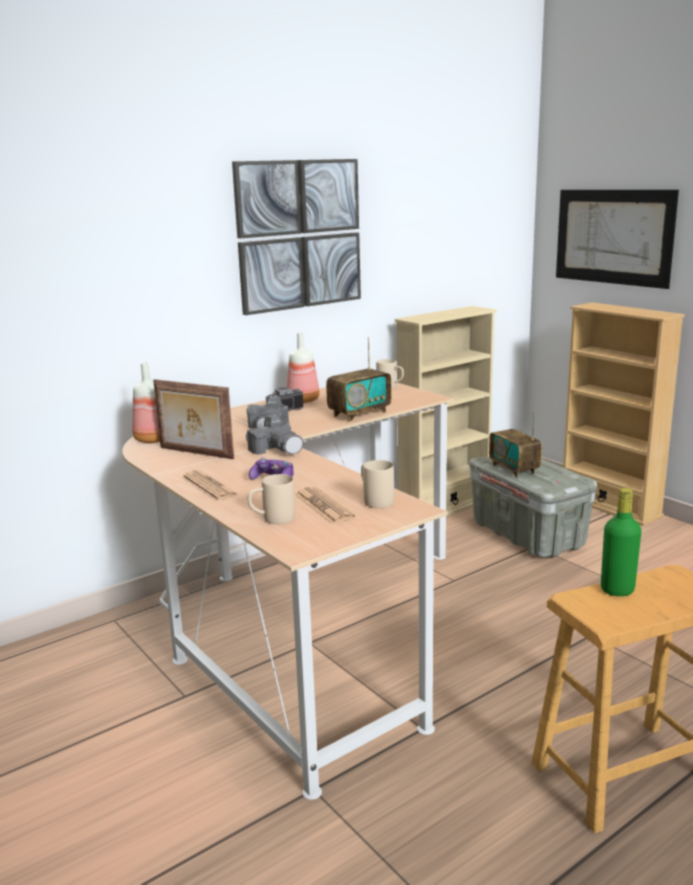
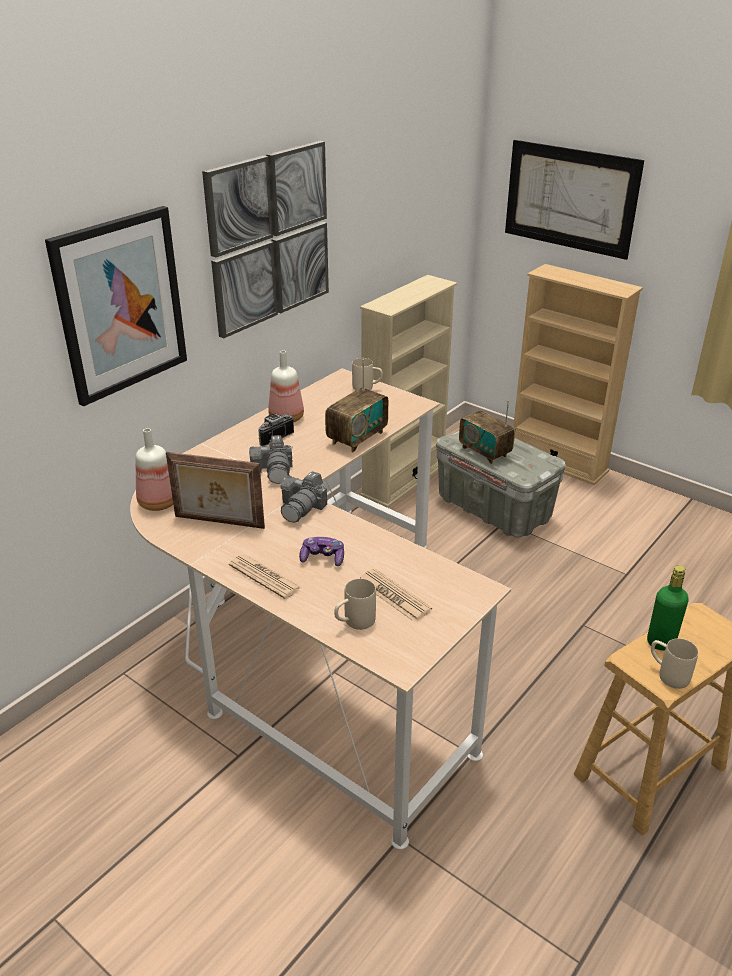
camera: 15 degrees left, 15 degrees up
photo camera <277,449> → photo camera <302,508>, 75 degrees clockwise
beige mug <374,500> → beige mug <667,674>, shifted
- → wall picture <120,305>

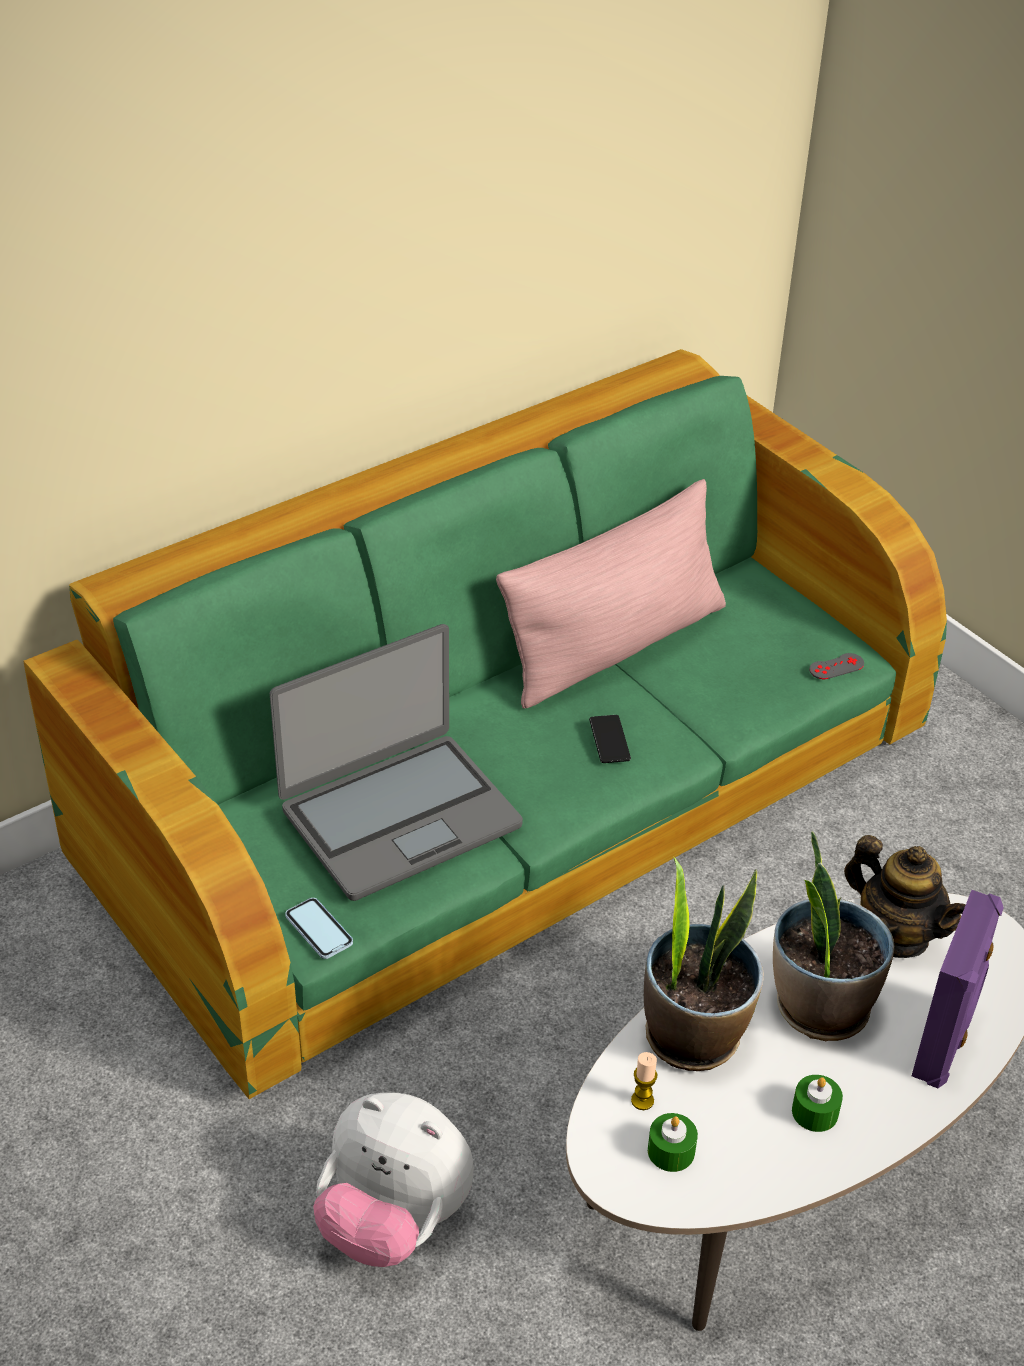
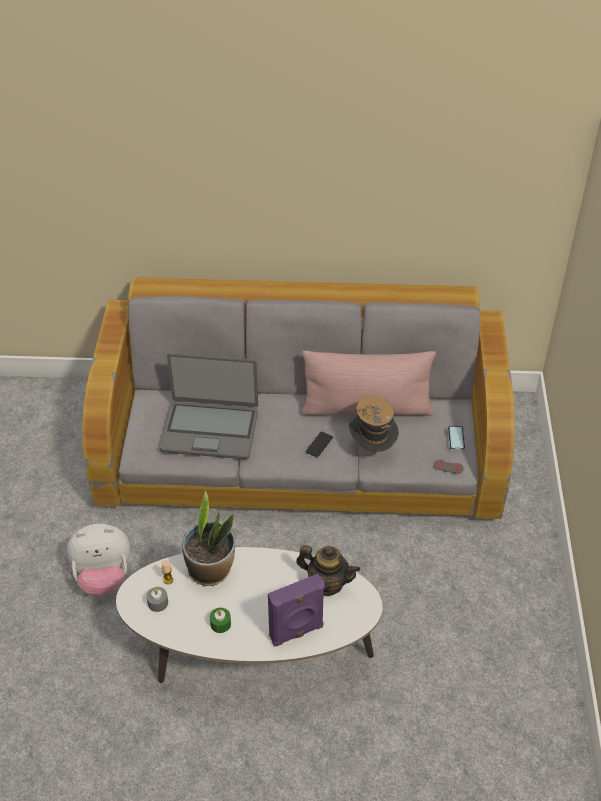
camera: 40 degrees right, 5 degrees up
greenish couch <510,798> → grey couch <301,451>
plant in a pot <819,1007> → -
tea pot <896,935> → tea pot <327,583>, 60 degrees counterclockwise
handset <319,930> → handset <456,438>, shifted
soft toy <393,1221> → soft toy <103,577>, 75 degrees counterclockwise
greenish wax candle <671,1151> → grey wax candle <158,603>
- → clothing hat <372,449>

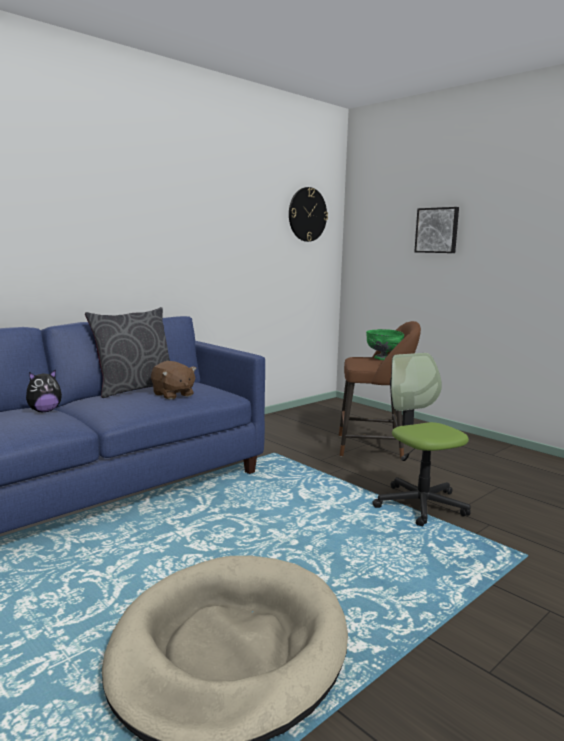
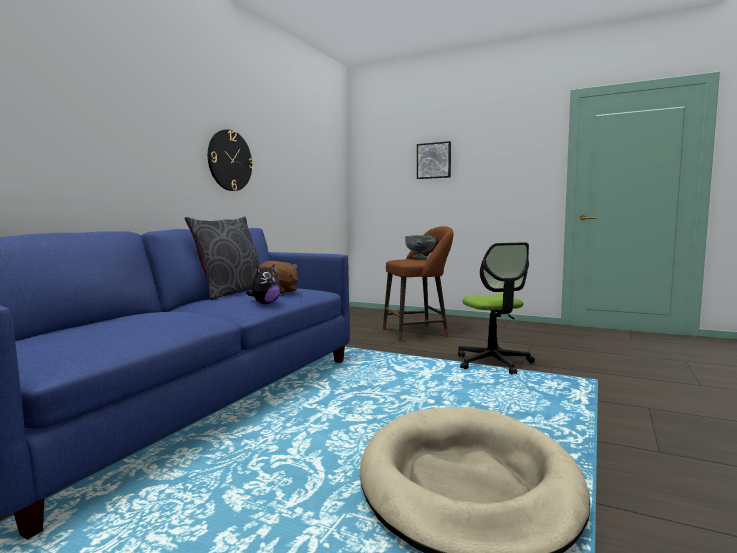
camera: 20 degrees left, 5 degrees down
clock on the wall <307,214> → clock on the wall <230,160>, shifted
greenish deep dish <383,359> → grey deep dish <420,258>
office chair <420,505> → office chair <493,363>, 150 degrees counterclockwise
soft toy <44,411> → soft toy <265,303>, shifted

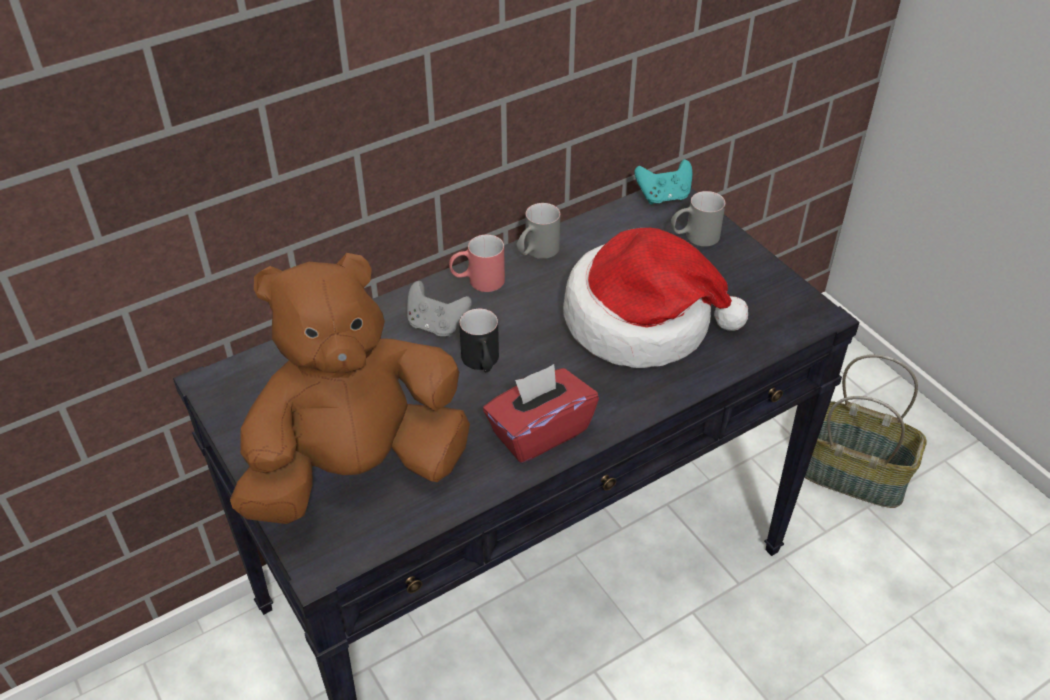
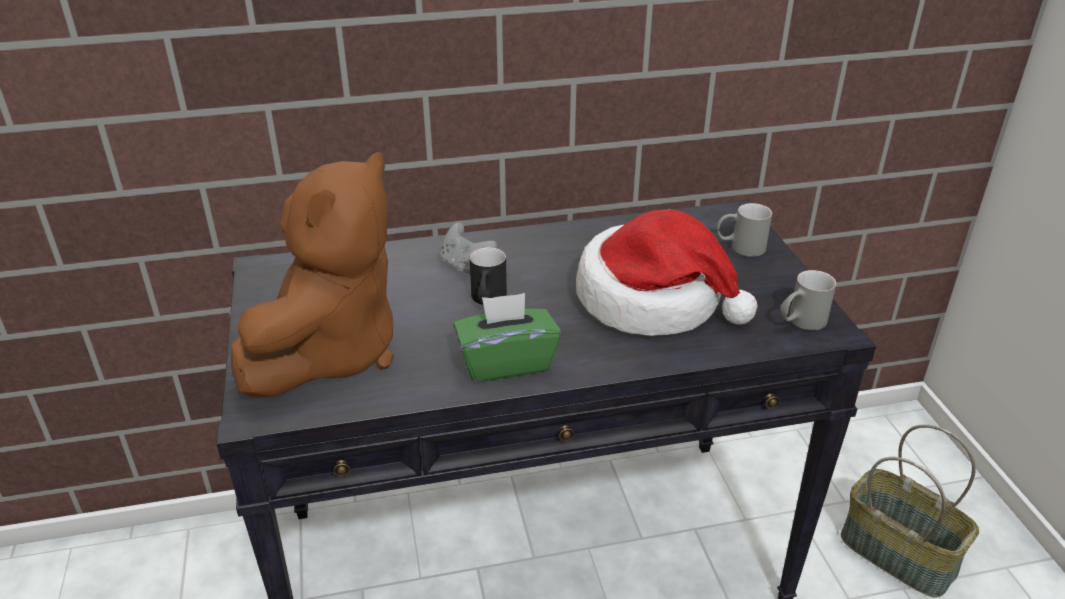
camera: 20 degrees right, 10 degrees down
turquoise joypad <663,197> → -
grey mug <536,252> → grey mug <800,322>, shifted
reddish mug <477,281> → -
brownish soft toy <356,469> → brownish soft toy <330,353>, 120 degrees clockwise
reddish box of tissues <539,432> → greenish box of tissues <506,362>

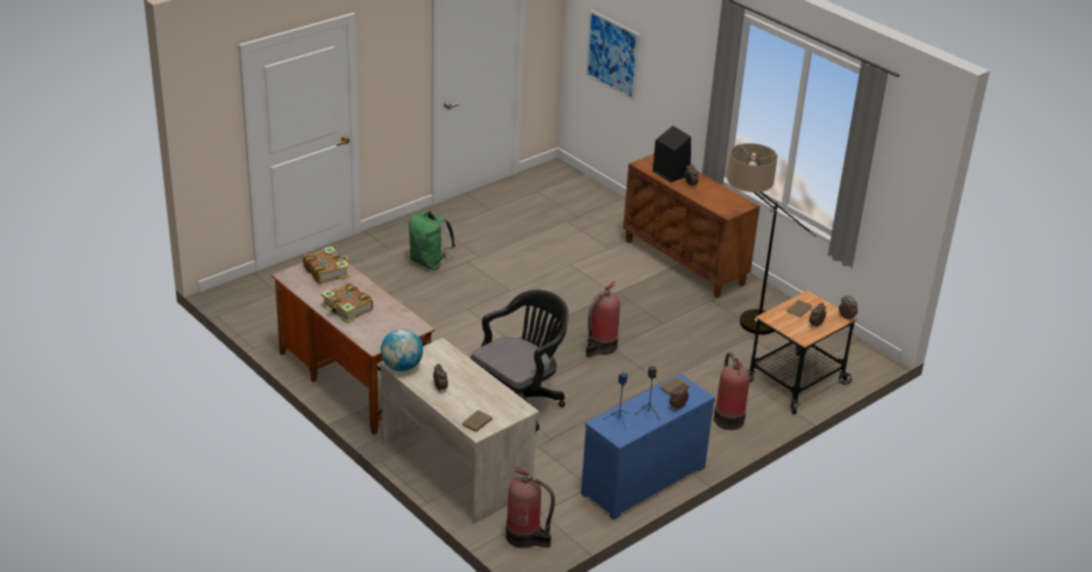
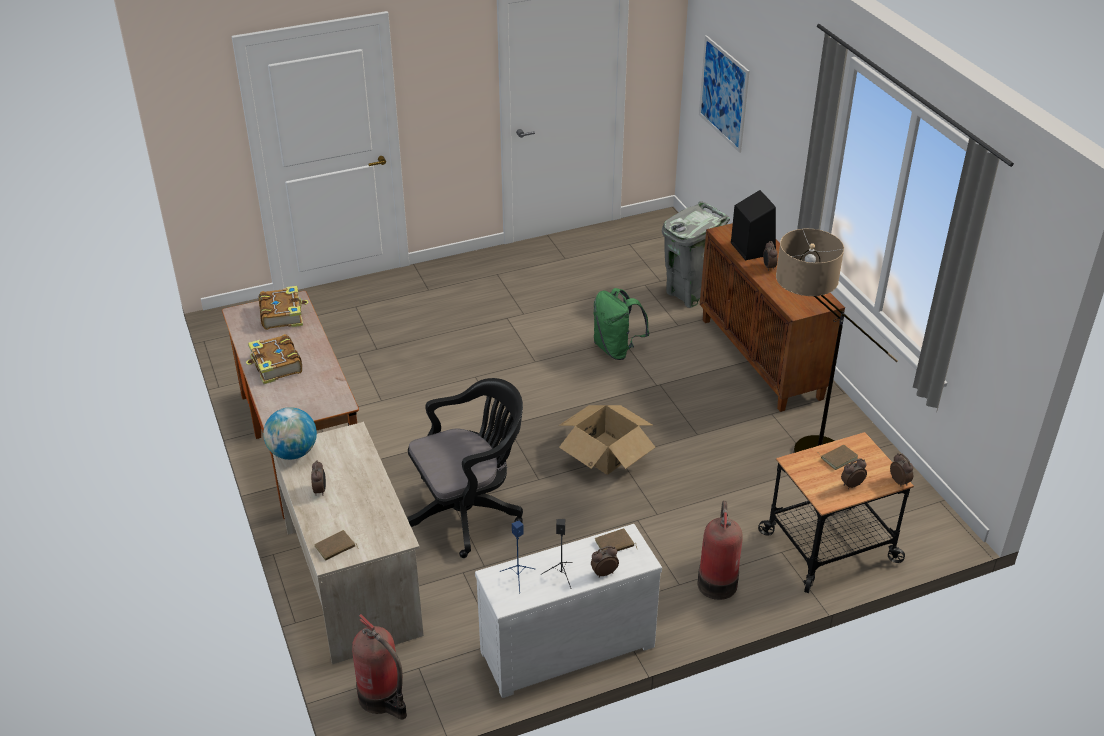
camera: 20 degrees right, 5 degrees up
greenish backpack <429,262> → greenish backpack <616,349>, shifted
fire extinguisher <601,347> → carton <605,453>
bluish chest of drawers <641,479> → whitish chest of drawers <565,645>
- → grey trash can <689,293>

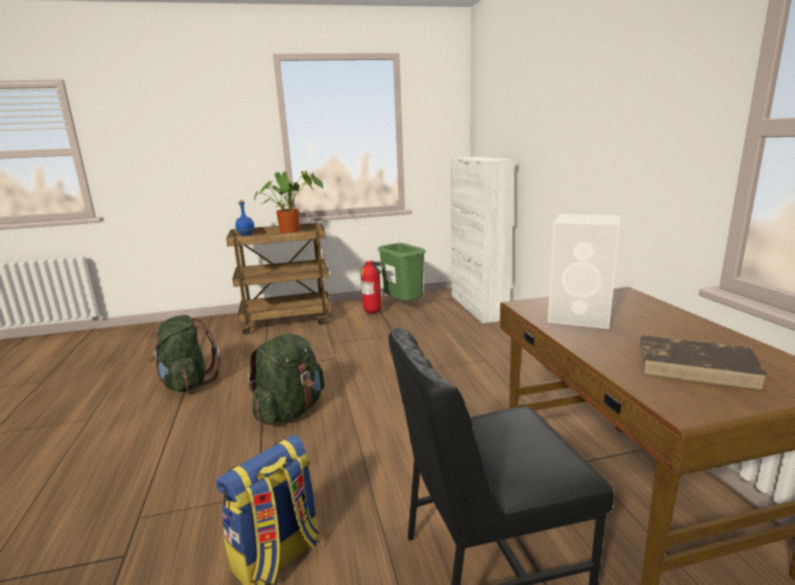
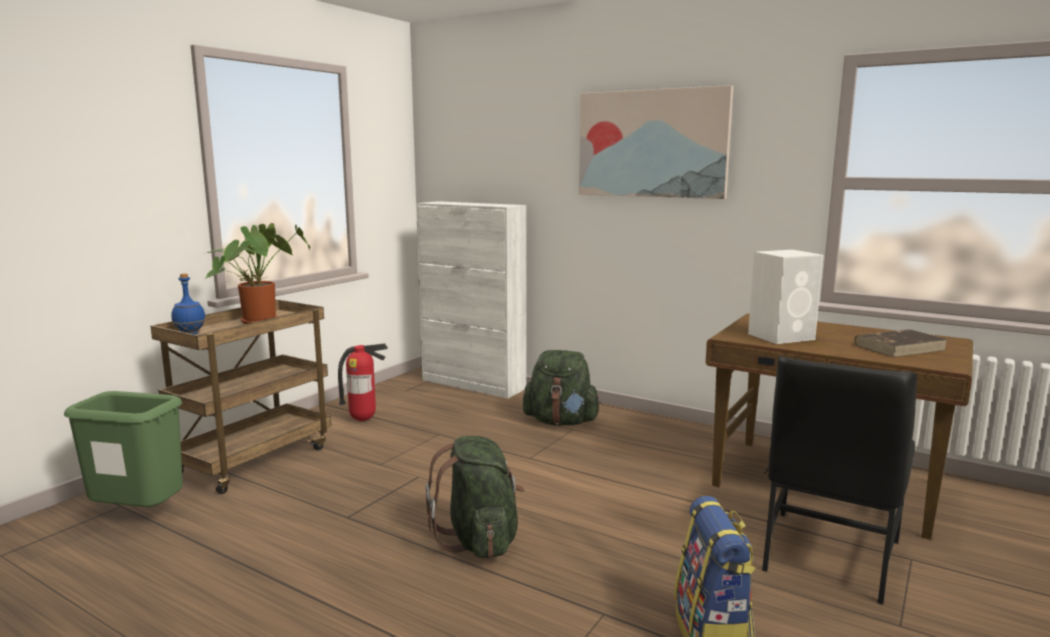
camera: 45 degrees left, 5 degrees down
greenish trash can <404,306> → greenish trash can <140,516>, shifted
greenish backpack <187,383> → greenish backpack <561,422>, shifted
- → wall picture <652,144>

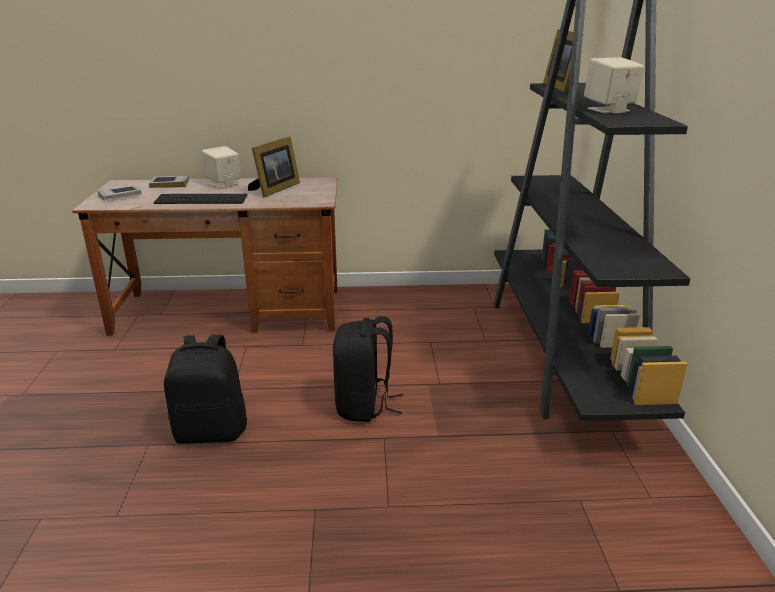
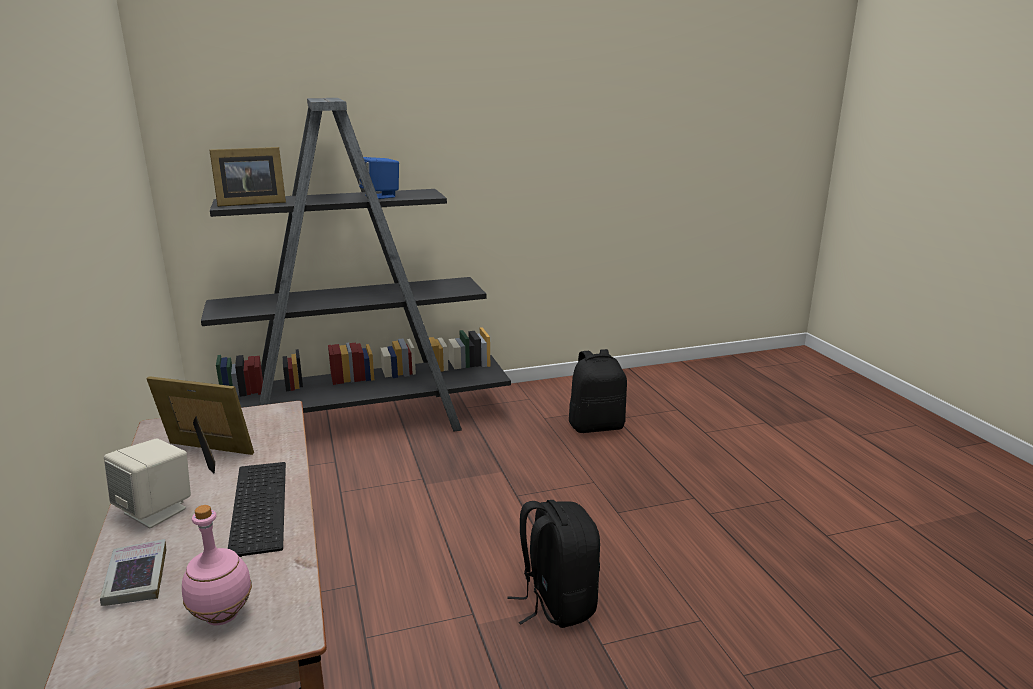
camera: 105 degrees left, 5 degrees down
beige loudspeaker <609,110> → bluish loudspeaker <380,196>
book <120,196> → pink drink bottle <222,617>
black backpack <364,405> → black backpack <596,426>, shifted

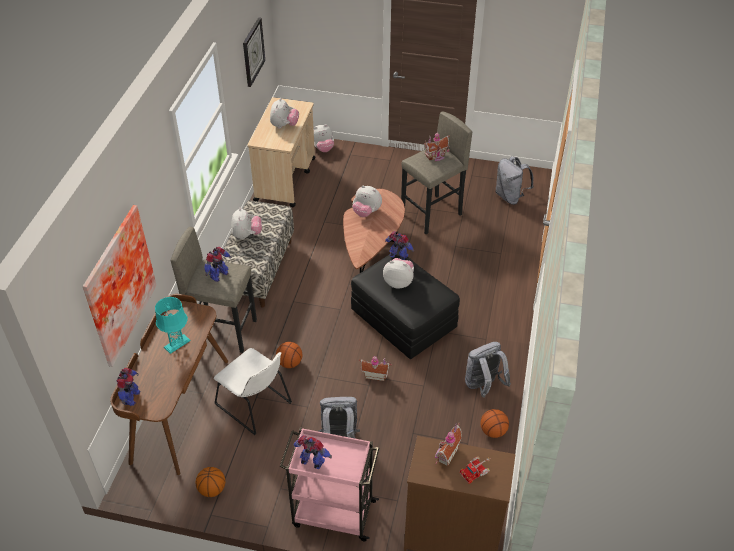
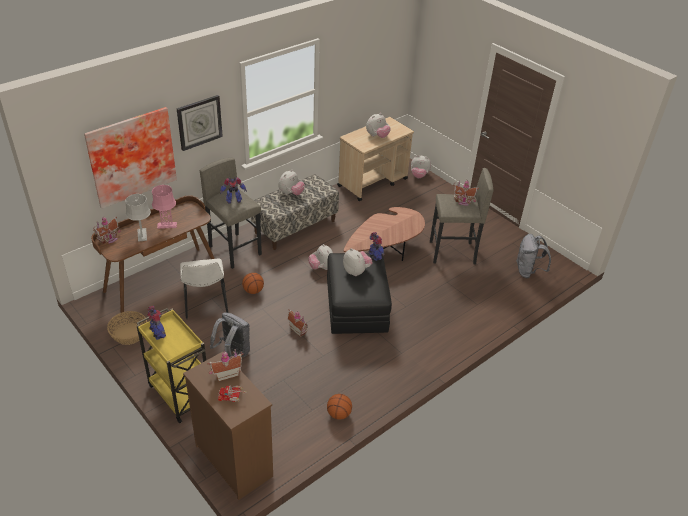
camera: 35 degrees right, 5 degrees down
clock on the wall <253,52> → clock on the wall <199,122>, shifted
soft toy <366,212> → soft toy <321,267>, shifted
turquoise table lamp <177,344> → pink table lamp <167,225>
grey backpack <483,386> → -
model robot <131,397> → miniature house <109,239>
pink cart <332,513> → yellowish cart <179,393>
basketball <212,489> → storage basket <129,334>
- → grey table lamp <142,235>

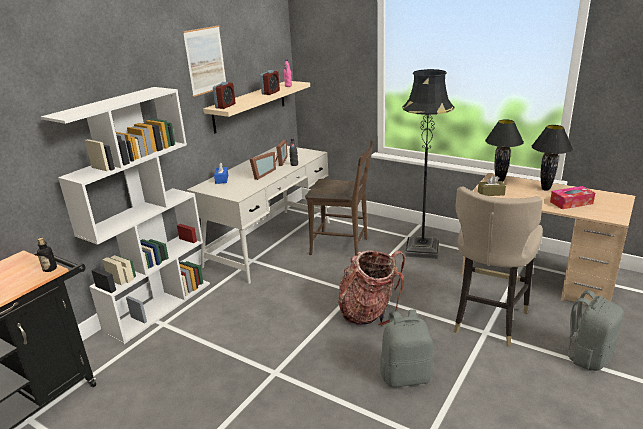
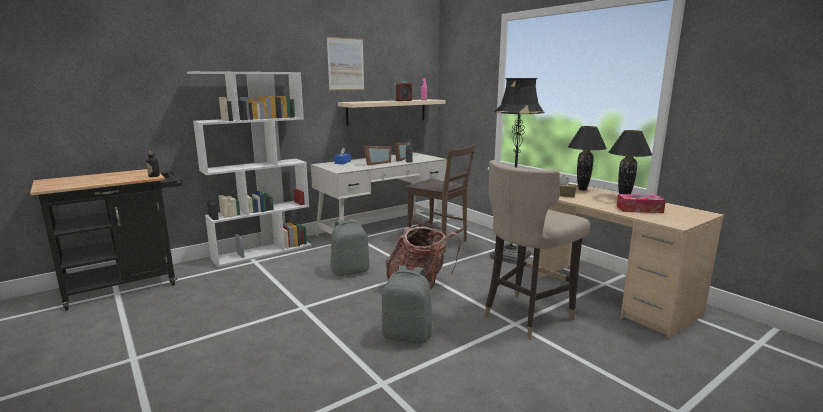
camera: 20 degrees right, 10 degrees down
bedside clock <225,106> → -
grey backpack <587,356> → grey backpack <350,271>, shifted

